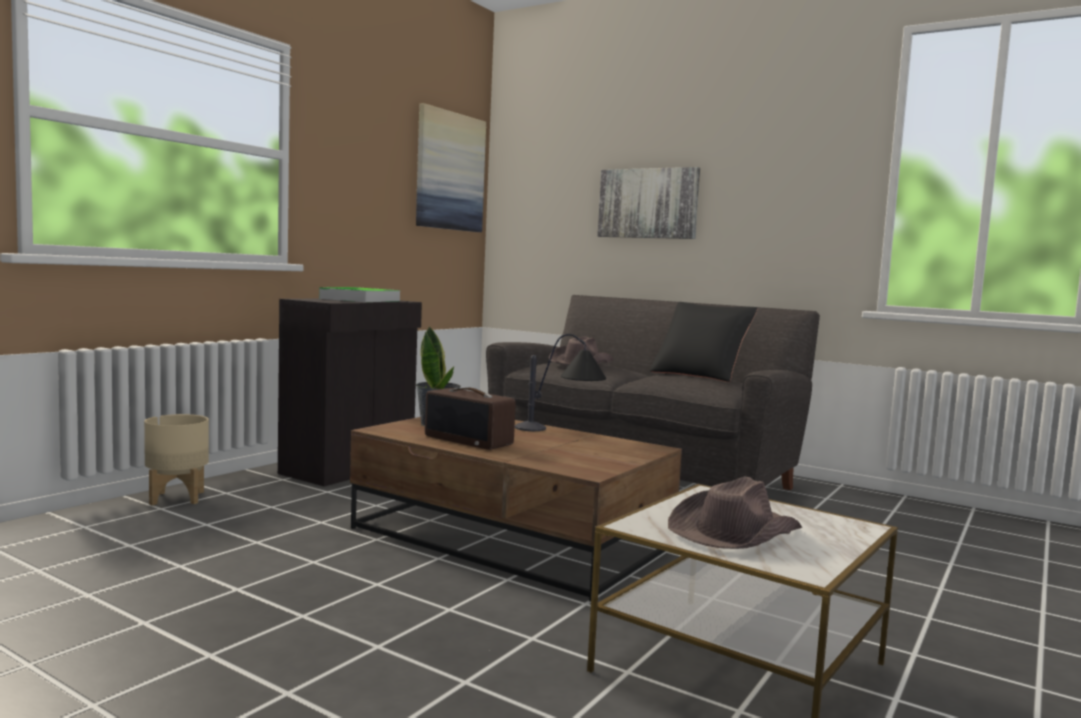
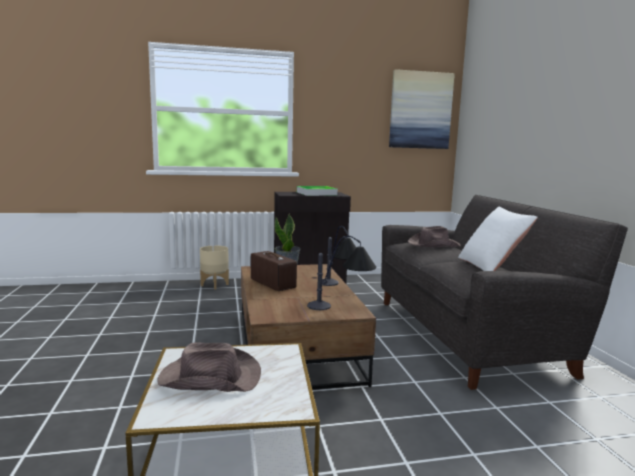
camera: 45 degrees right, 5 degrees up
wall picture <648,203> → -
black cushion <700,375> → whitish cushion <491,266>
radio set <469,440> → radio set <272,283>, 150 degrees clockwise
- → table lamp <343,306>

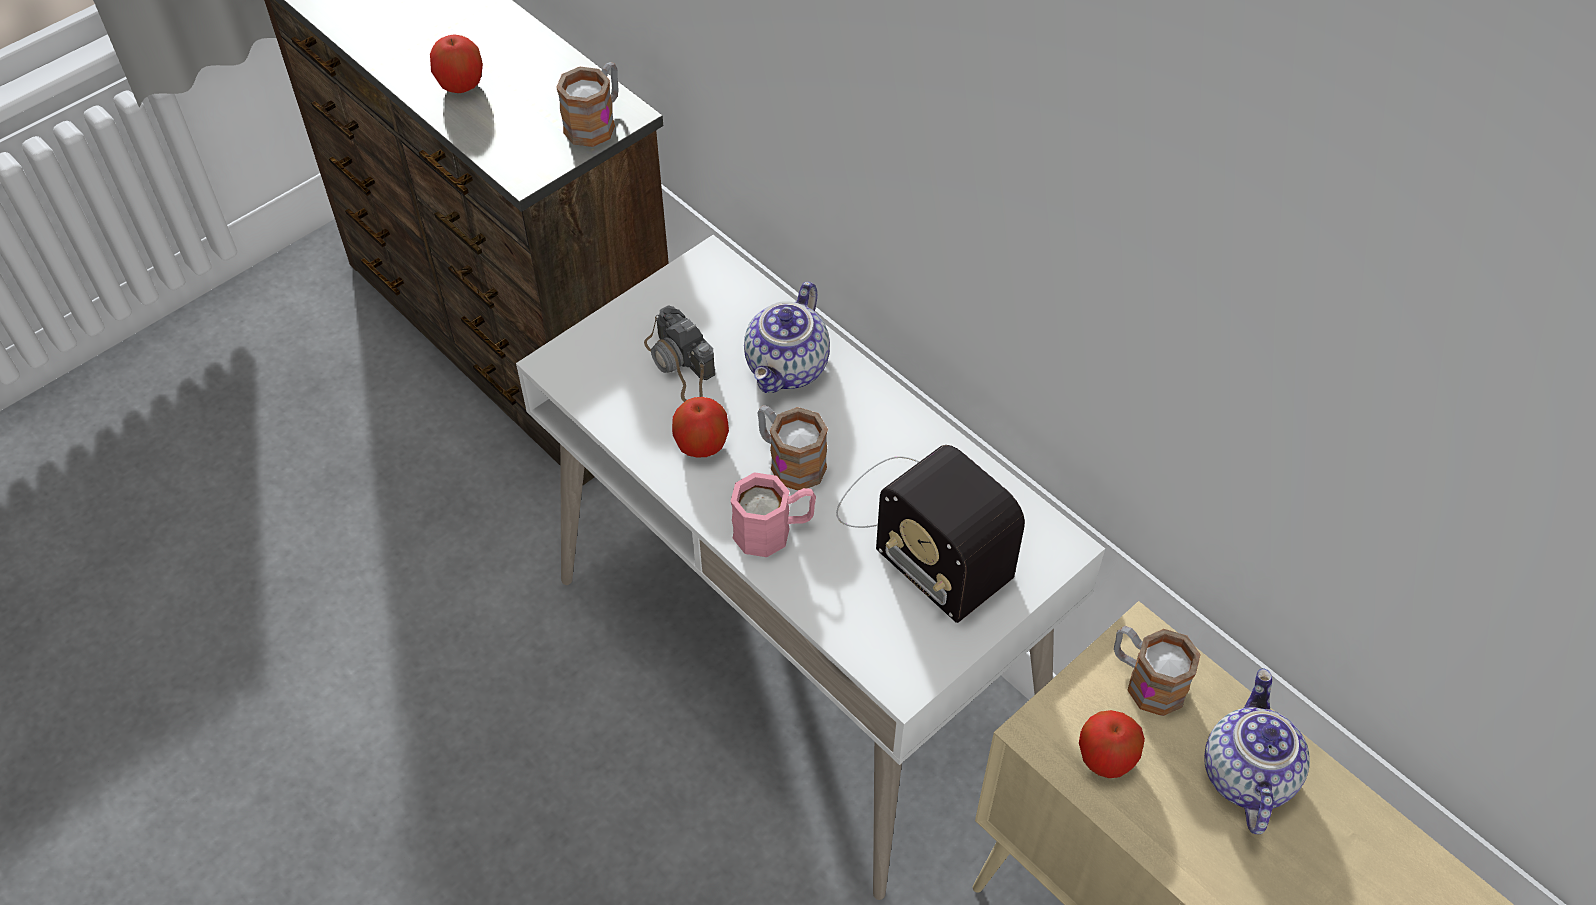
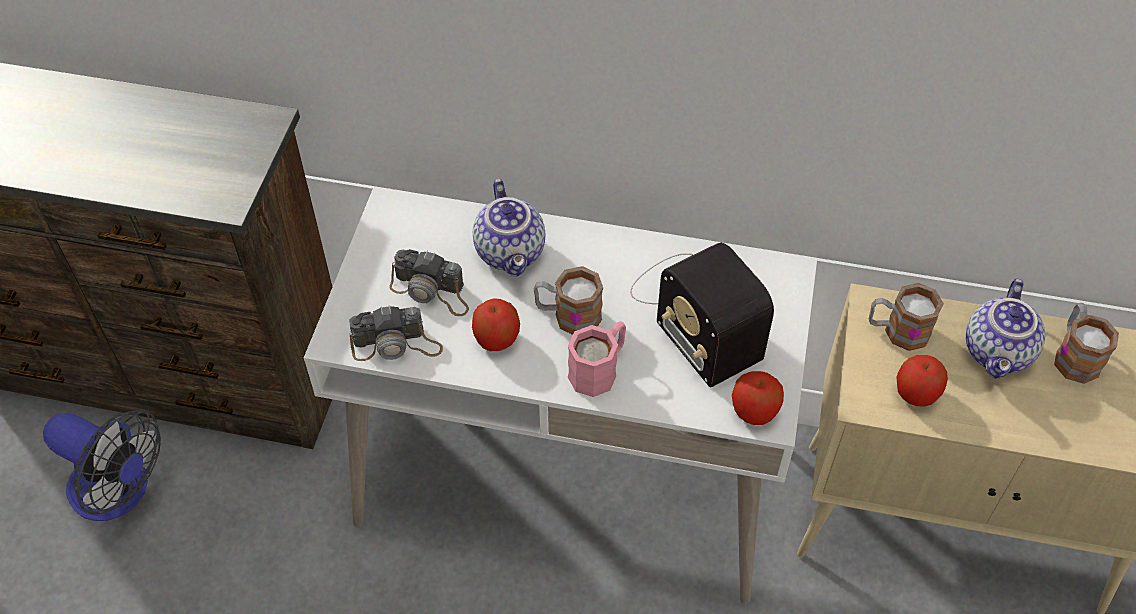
camera: 35 degrees left, 0 degrees up
apple fruit <461,85> → apple fruit <754,411>, shifted
mug <596,122> → mug <1074,355>, shifted
radio set <921,530> → radio set <695,312>, 45 degrees clockwise
tea pot <1245,773> → tea pot <999,353>, 135 degrees counterclockwise
- → photo camera <396,344>
- → electric fan <120,492>

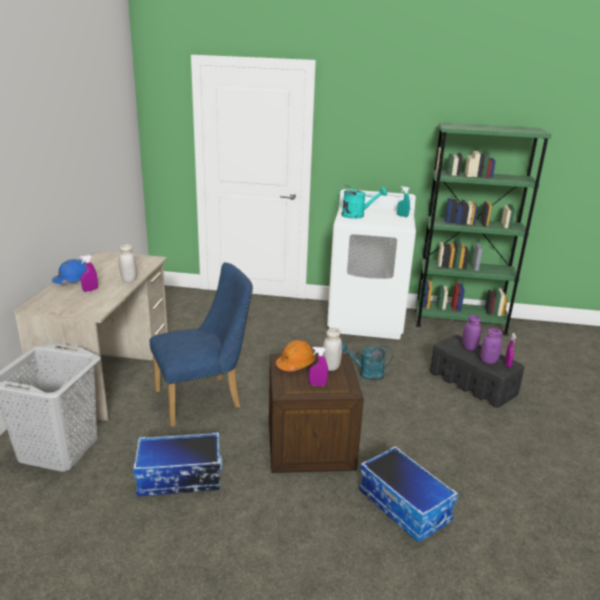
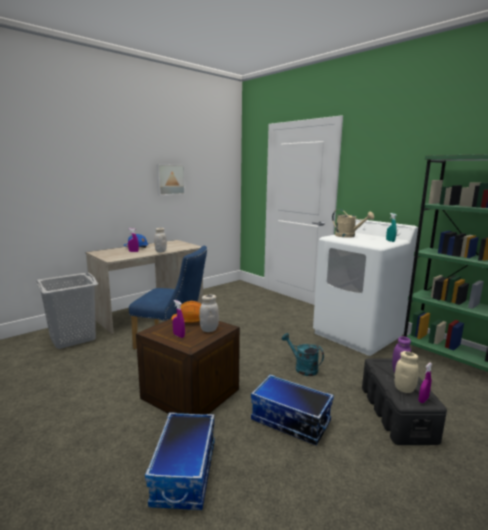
camera: 40 degrees right, 10 degrees down
turquoise watering can <357,215> → beige watering can <348,236>
purplish preserve jar <488,361> → beige preserve jar <404,389>
storage box <179,479> → storage box <290,421>, shifted
- → wall picture <170,179>

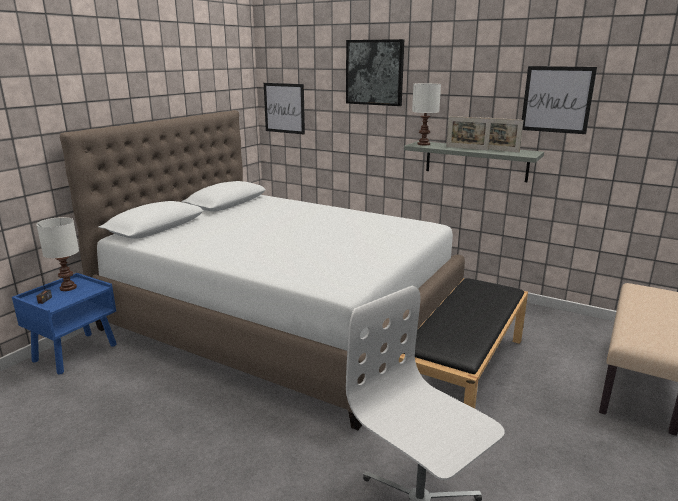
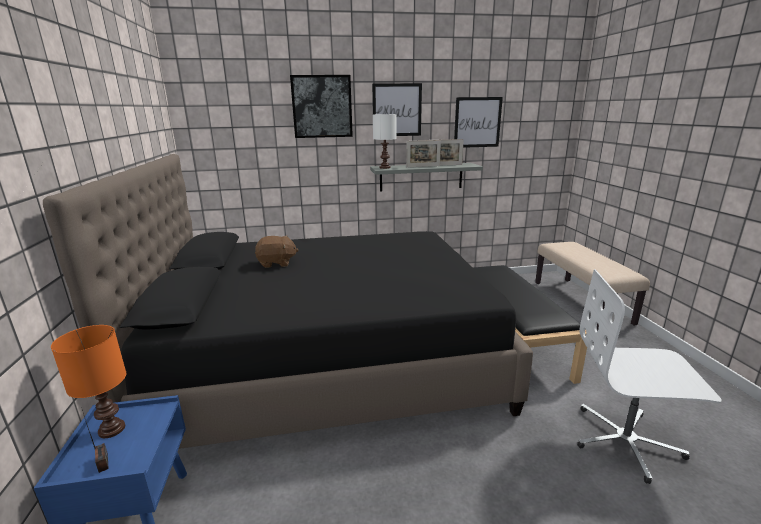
camera: 40 degrees left, 0 degrees up
wall picture <284,108> → wall picture <397,110>, shifted
whitish bedroom bed <283,319> → black bedroom bed <329,358>
whitish table lamp <67,288> → orange-coloured table lamp <110,430>
- → brownish soft toy <276,263>

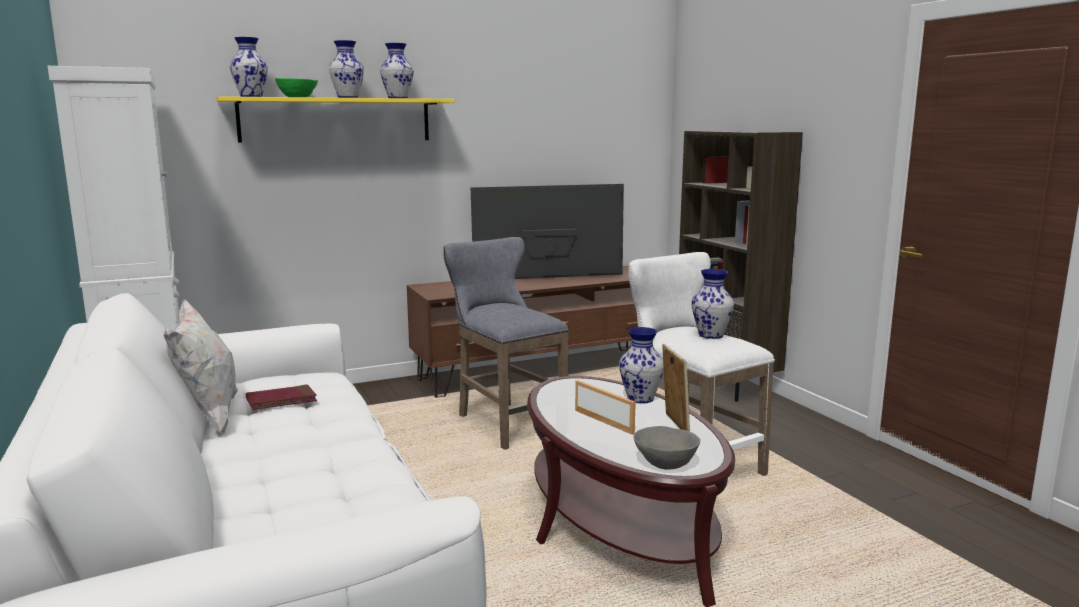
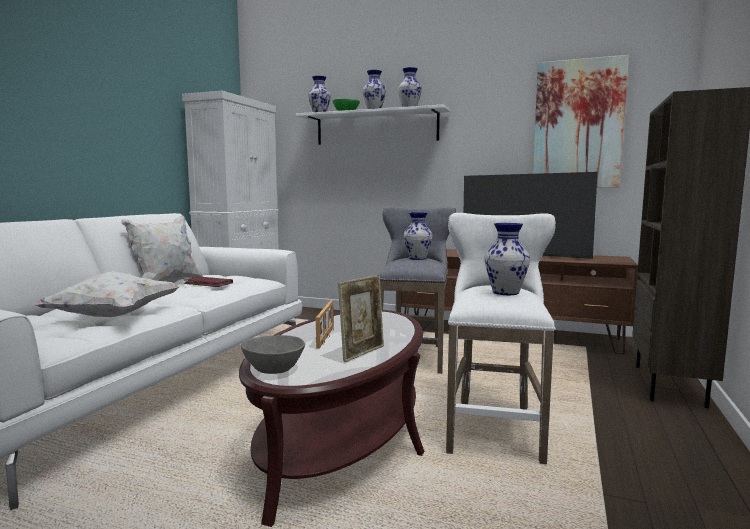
camera: 45 degrees right, 5 degrees down
yellowish wall shelf <336,120> → whitish wall shelf <376,128>
flower vase <640,399> → flower vase <417,258>, shifted
- → wall picture <578,124>
- → whitish cushion <114,316>

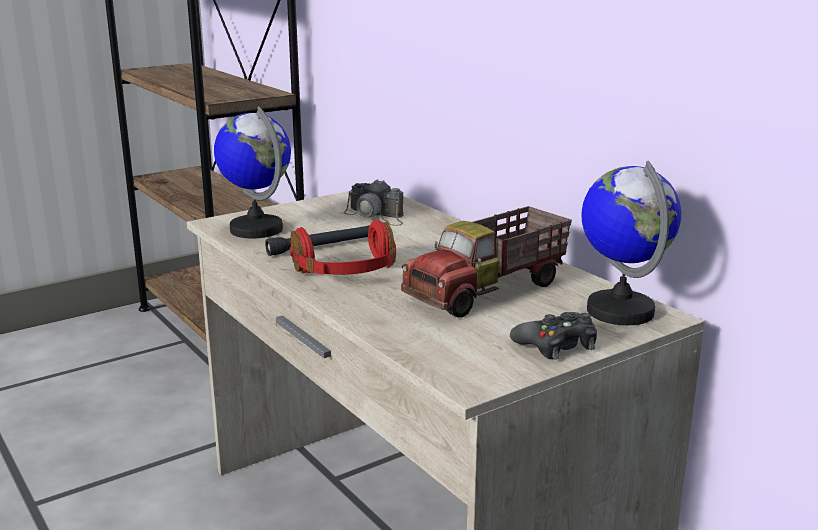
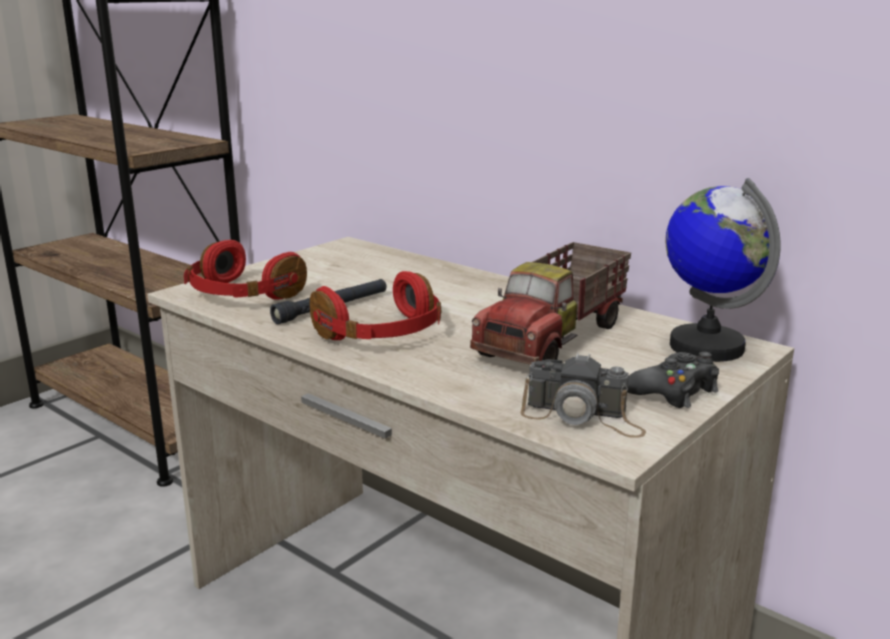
camera: 15 degrees left, 0 degrees up
world globe <256,229> → reddish headphones <241,295>
photo camera <376,216> → photo camera <583,417>, shifted

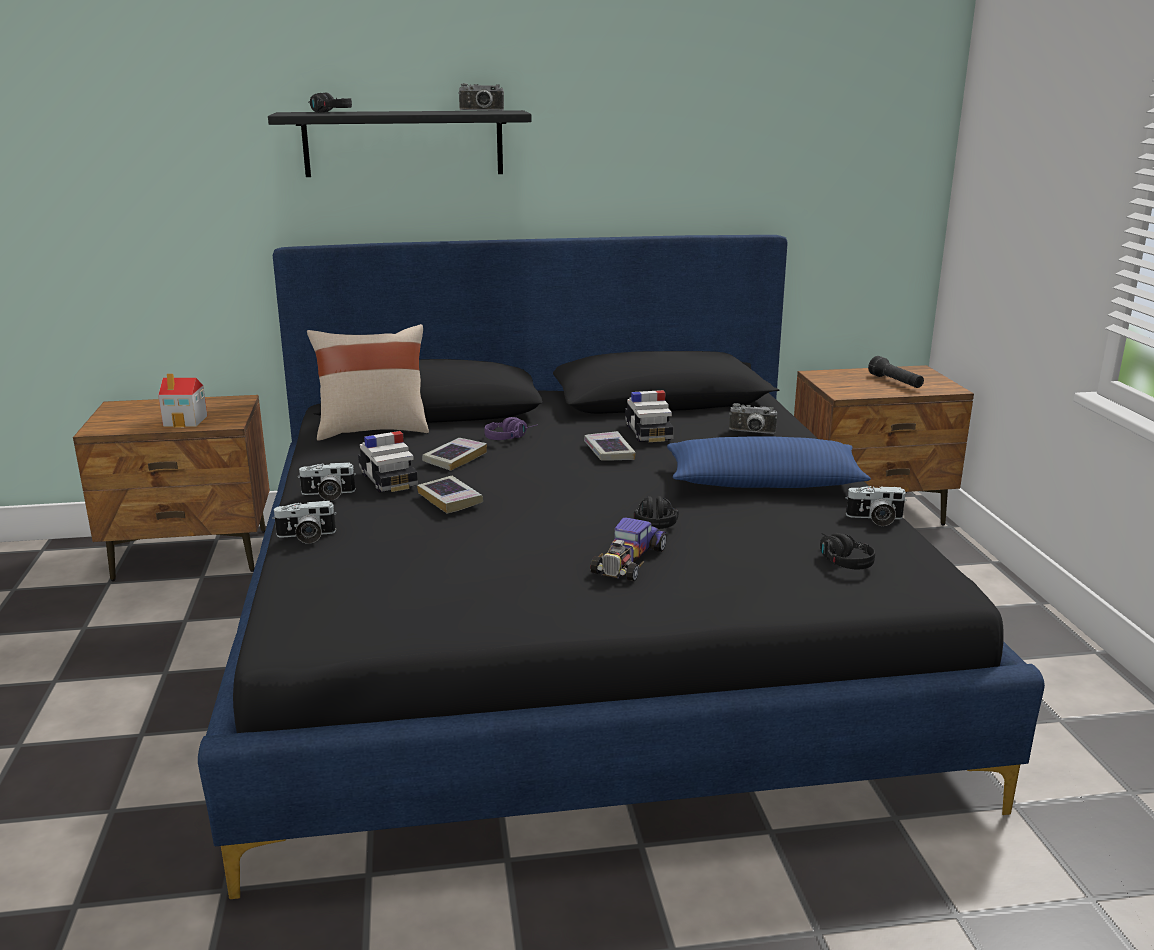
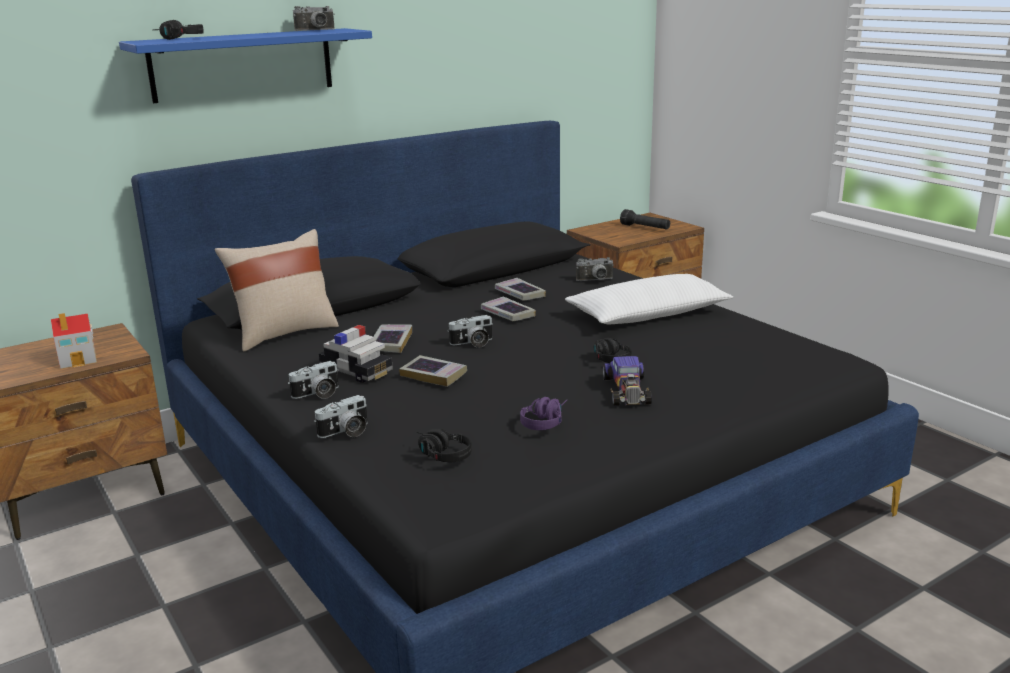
camera: 25 degrees left, 0 degrees up
black wall shelf <403,143> → bluish wall shelf <243,64>
model car <648,432> → book <519,294>
purplish headphones <510,437> → purplish headphones <545,421>, shifted
bluish cushion <763,482> → whitish cushion <648,315>
photo camera <875,519> → photo camera <472,343>, shifted
black headphones <839,560> → black headphones <439,454>, shifted

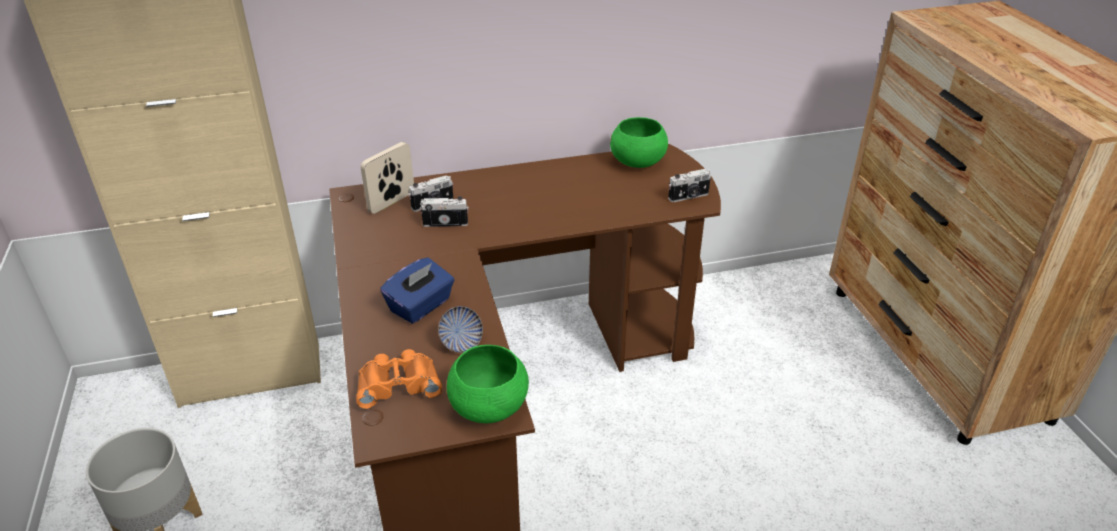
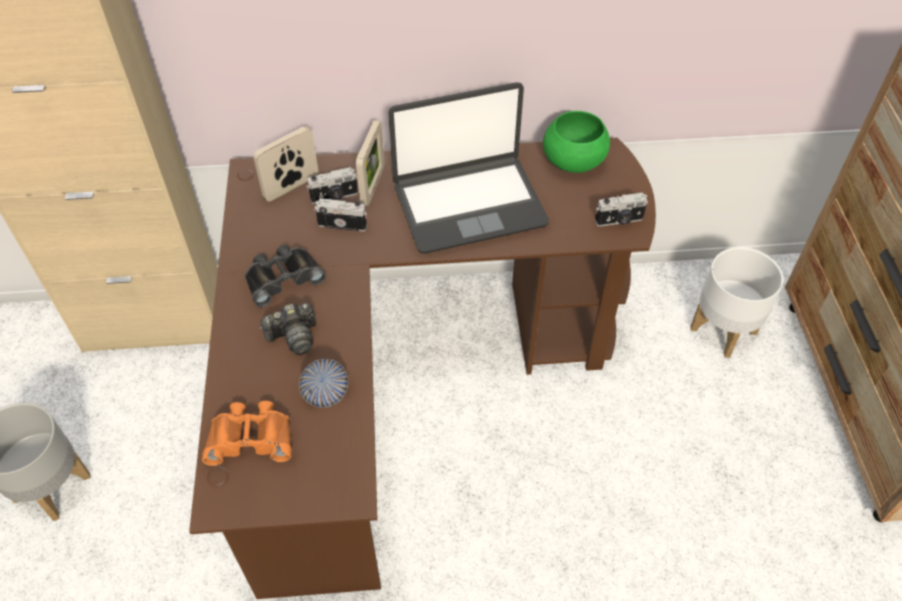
camera: 10 degrees right, 15 degrees up
bluish box of tissues <421,306> → photo camera <294,337>
greenish deep dish <488,407> → -
- → laptop <469,204>
- → picture frame <373,186>
- → black field glasses <282,277>
- → whitish flower pot <724,331>

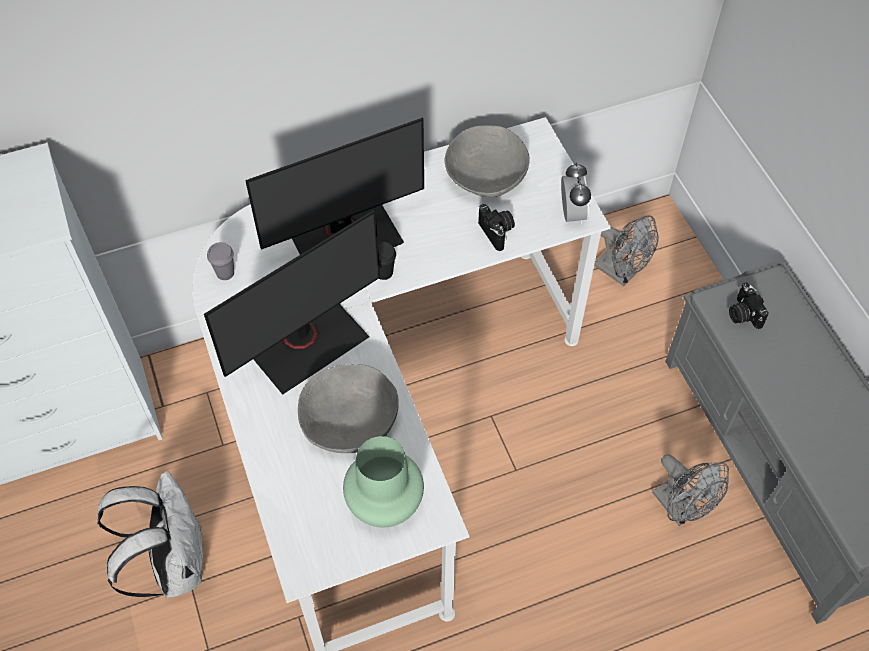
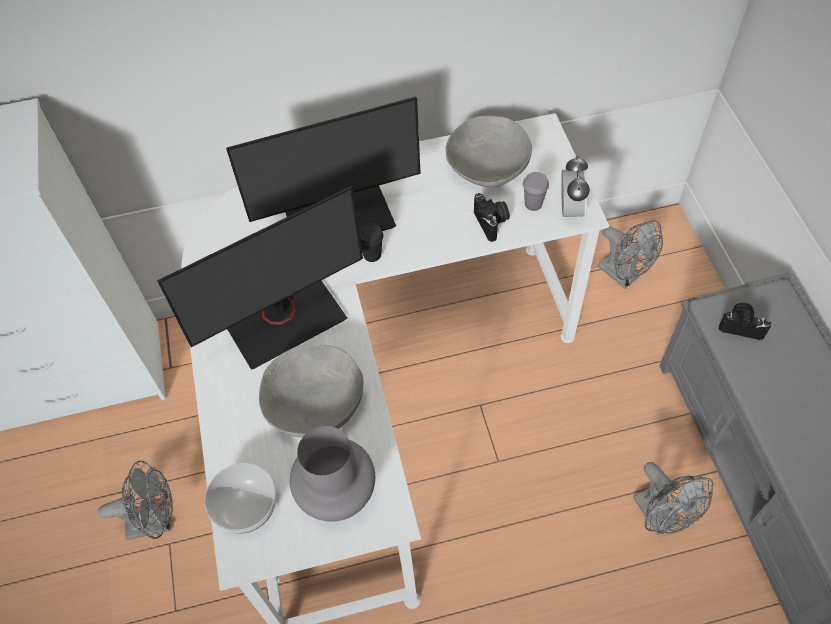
camera: 10 degrees right, 0 degrees up
grey drinking cup <225,273> → grey drinking cup <533,204>, shifted
photo camera <743,314> → photo camera <741,326>, 120 degrees clockwise
greenish flower vase <384,503> → grey flower vase <336,493>
whitish backpack <173,564> → grey electric fan <156,521>
- → deep dish <247,507>

